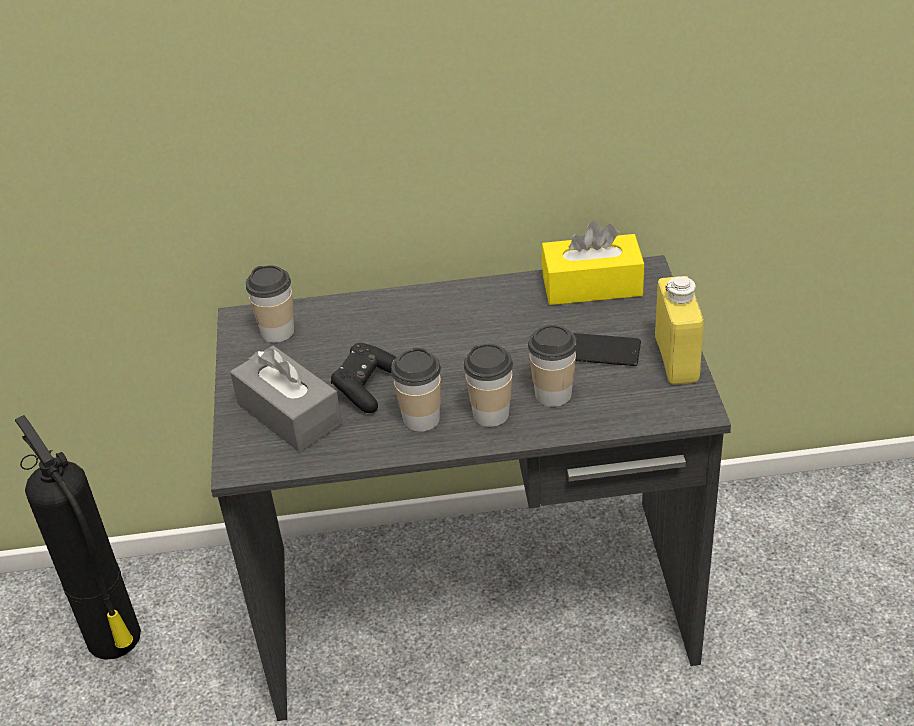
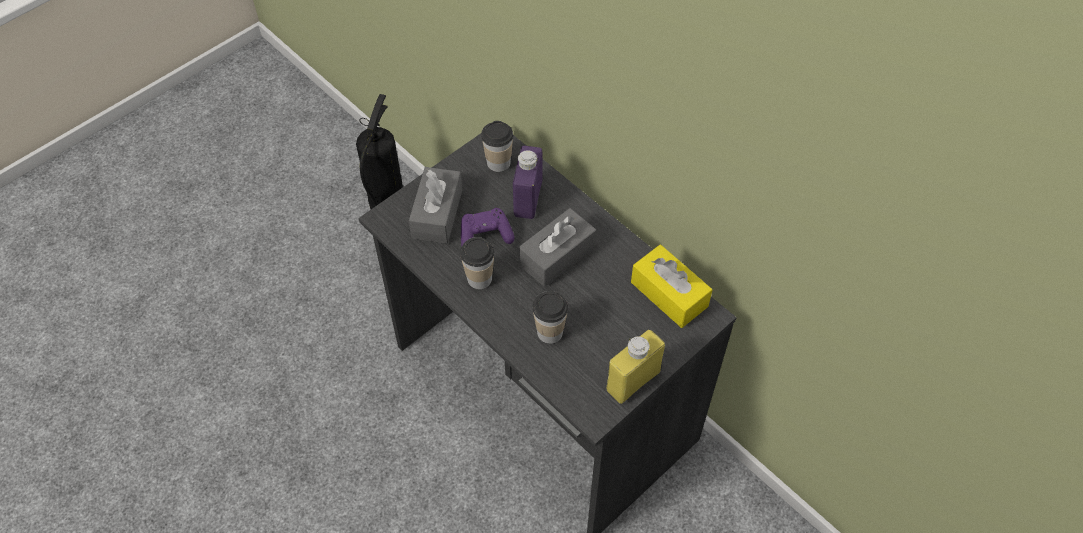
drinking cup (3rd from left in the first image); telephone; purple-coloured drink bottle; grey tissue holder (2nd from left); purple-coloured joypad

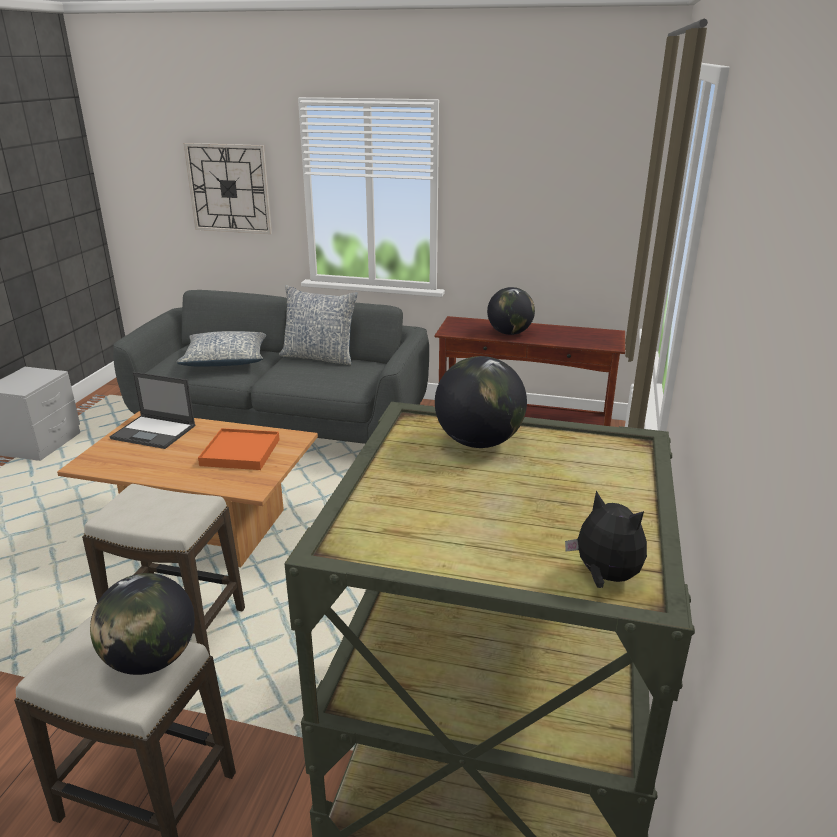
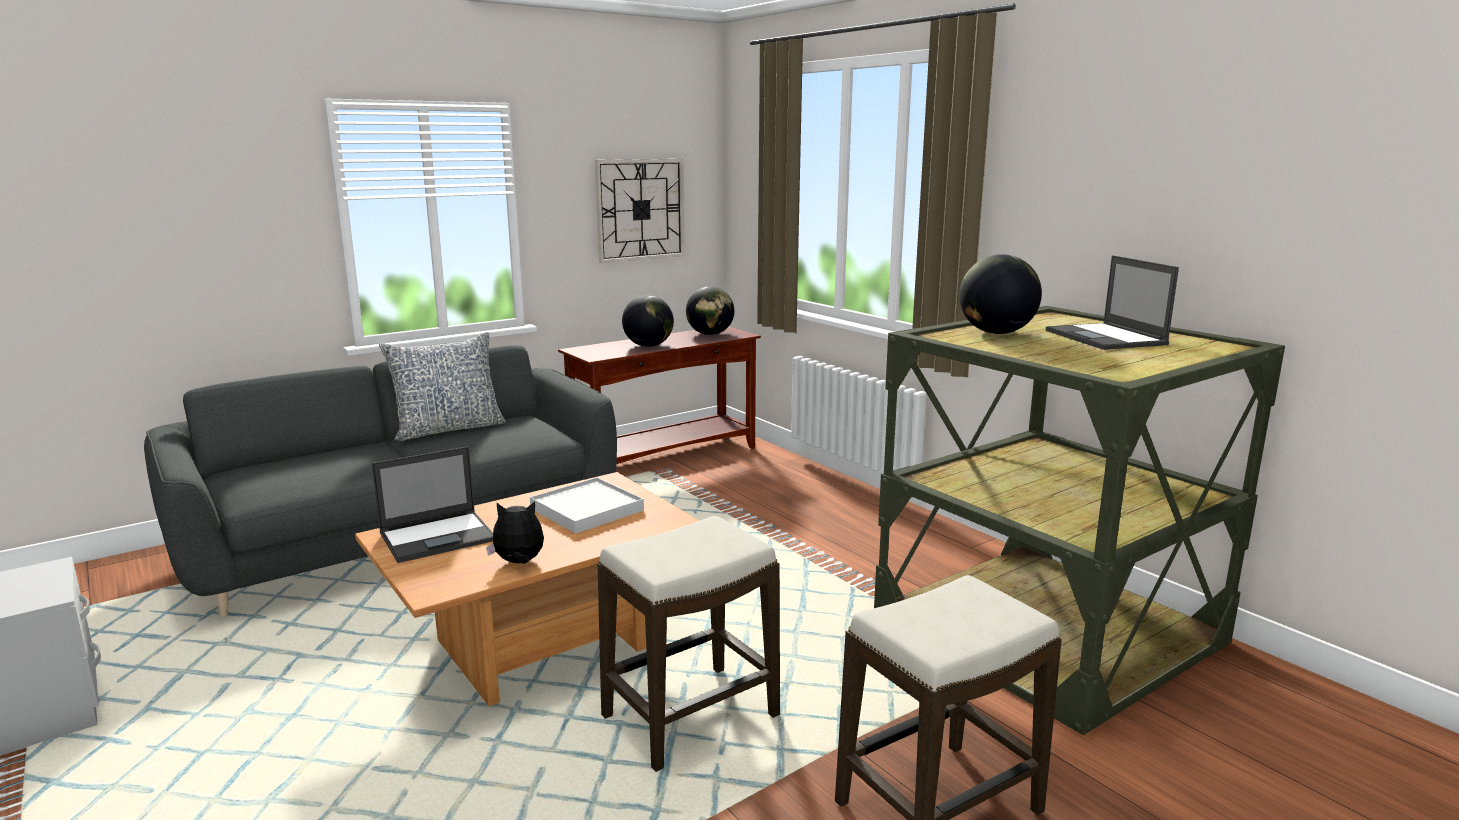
cushion (1st from left in the first image); portable computer (2nd from left); desk globe (2nd from left); hanging clock; plush toy; whitish serving tray

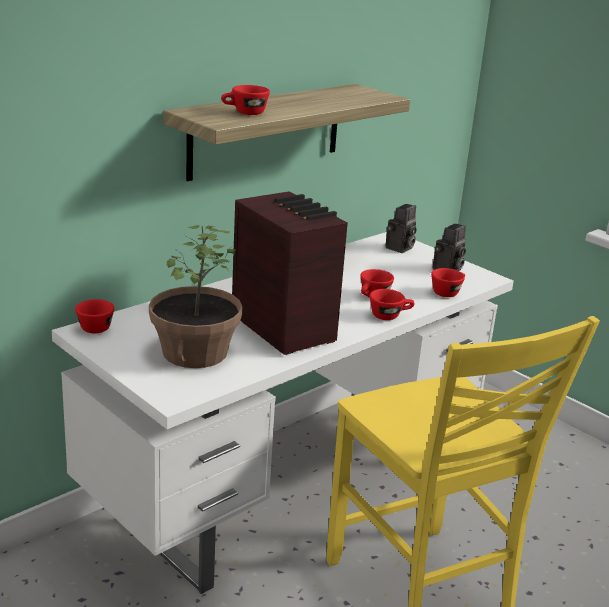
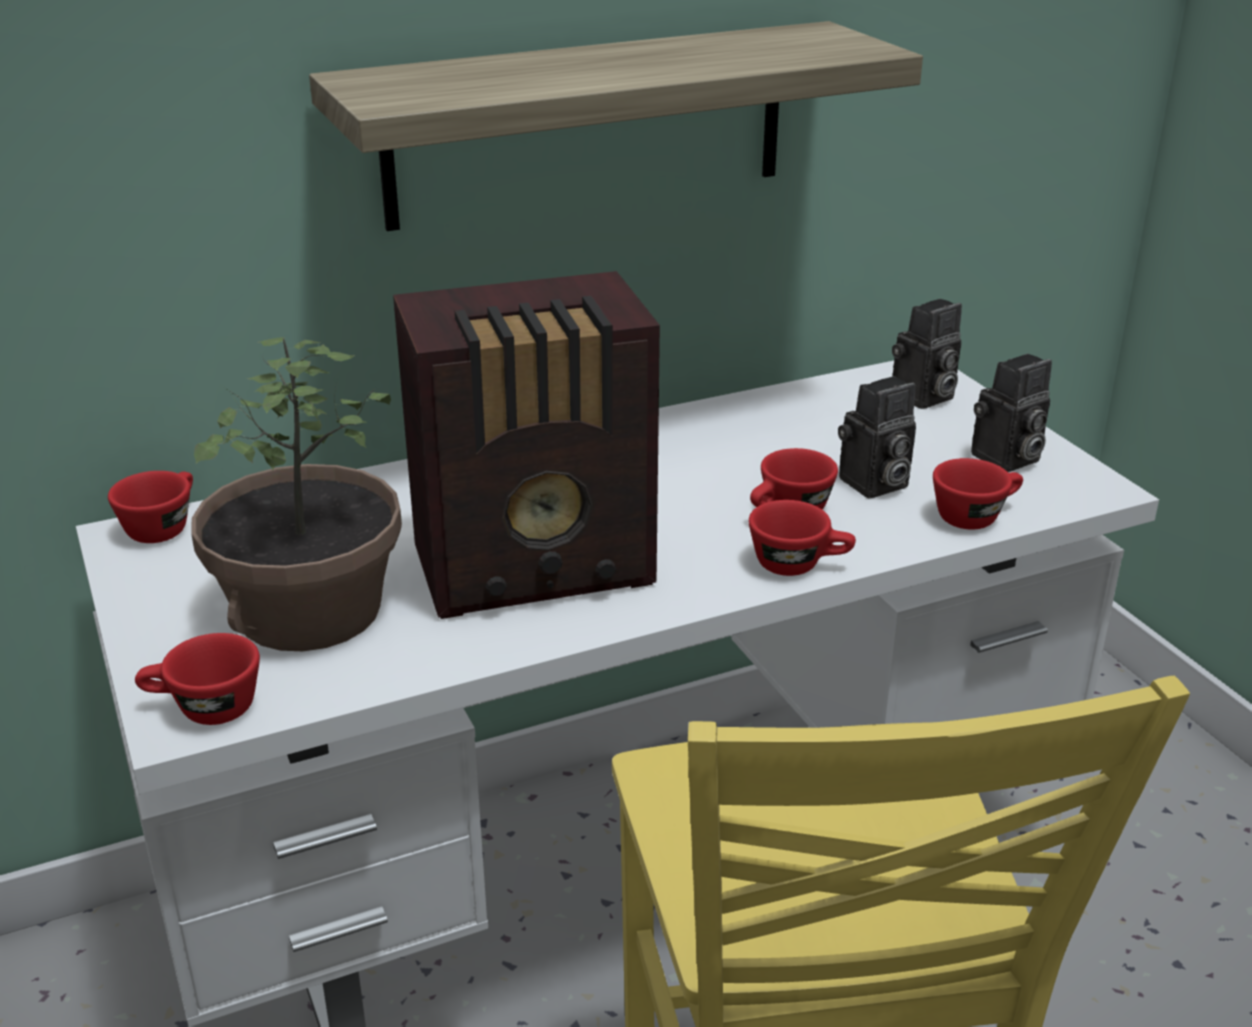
photo camera (1st from left); red-coloured drinking cup (2nd from left); radio receiver

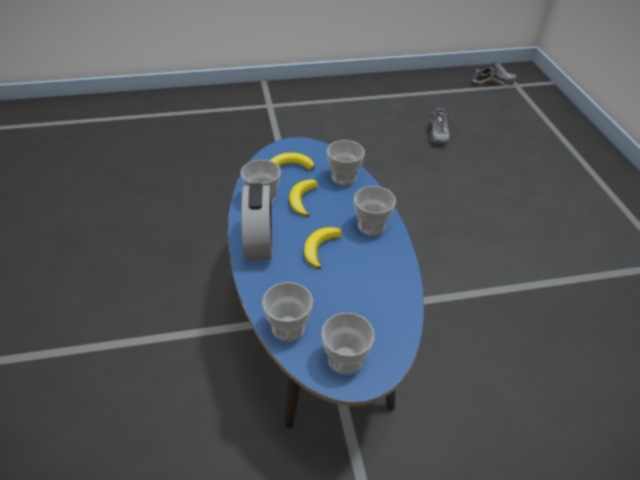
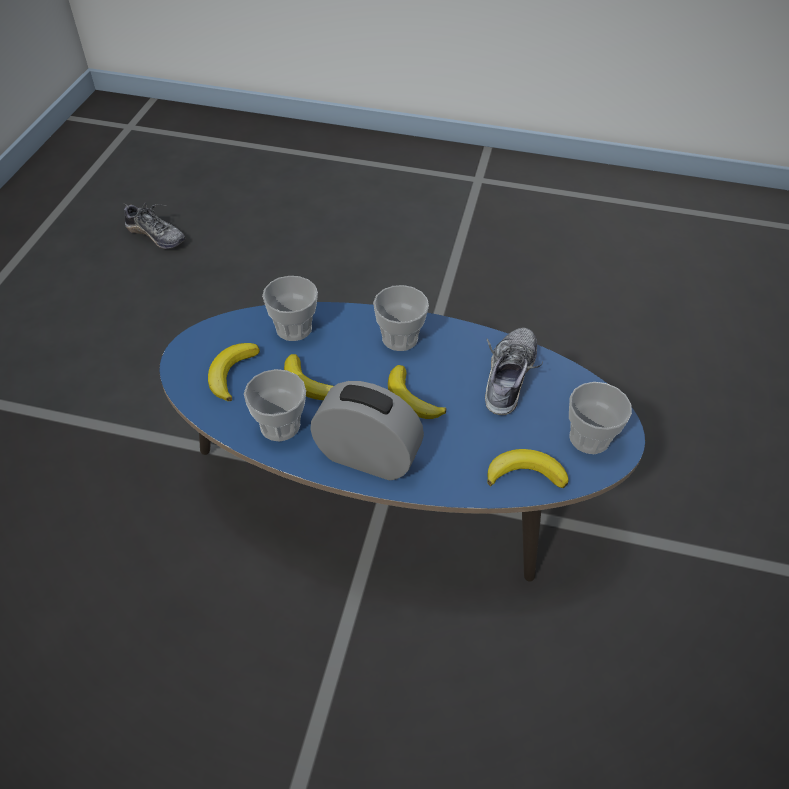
item of footwear (2nd from left); whole banana (4th from left)

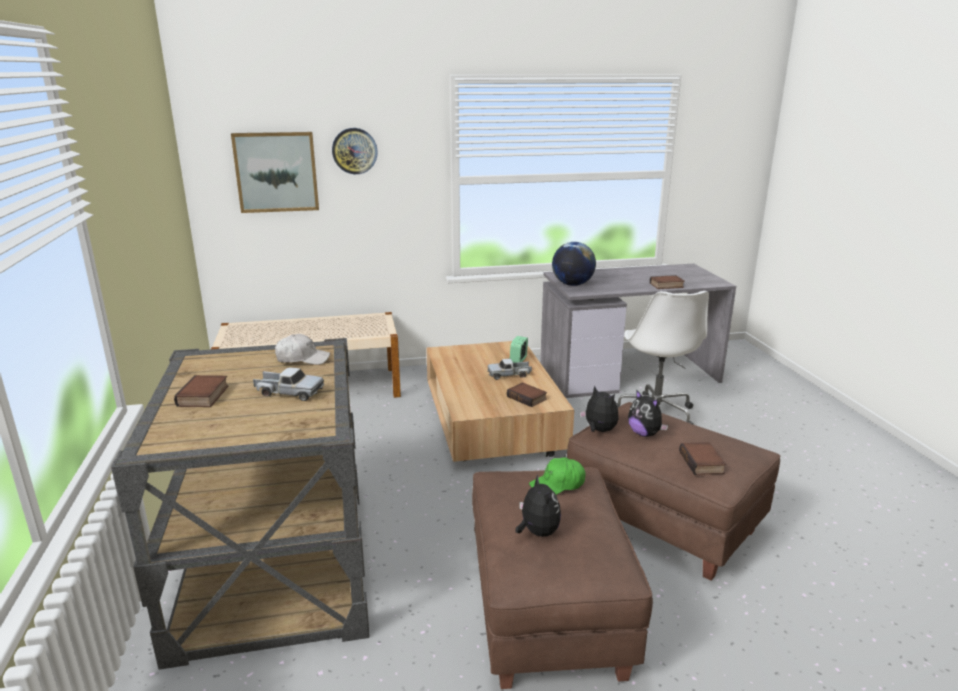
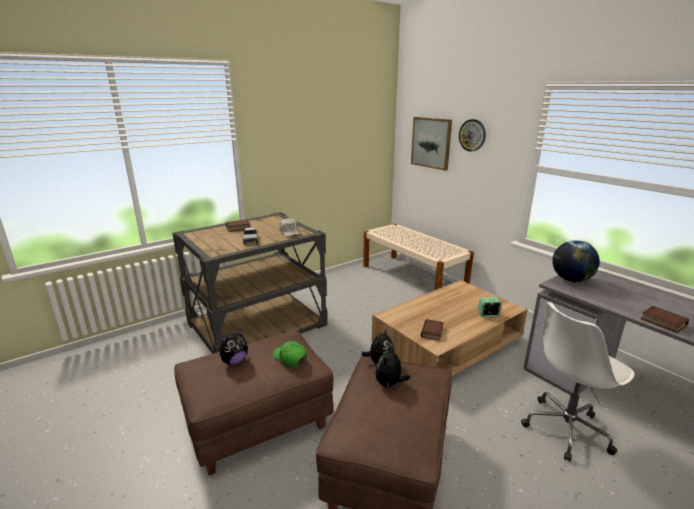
toy lorry (2nd from left in the first image); book (4th from left in the first image)

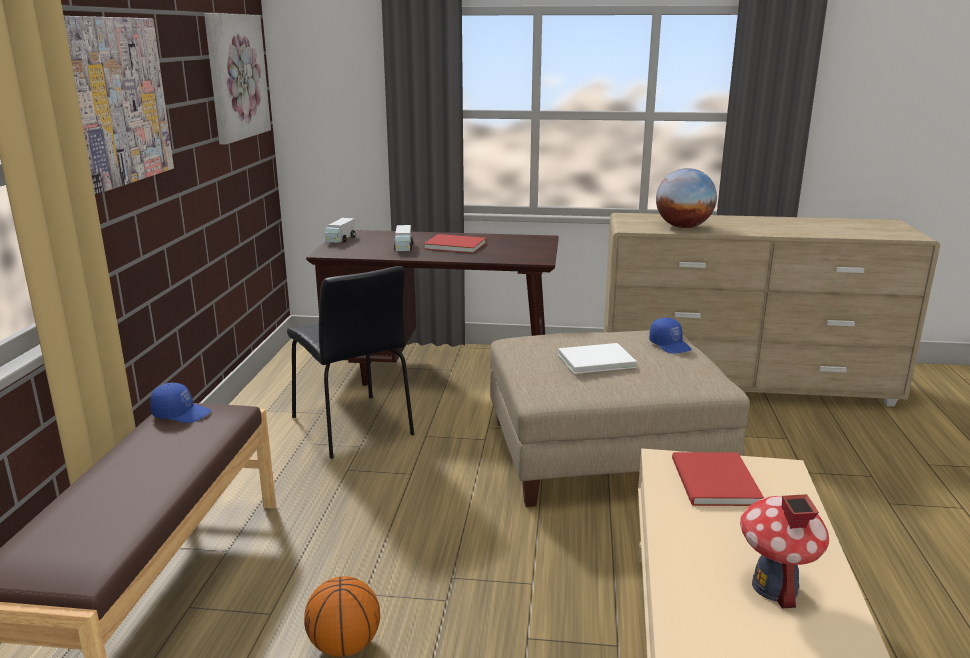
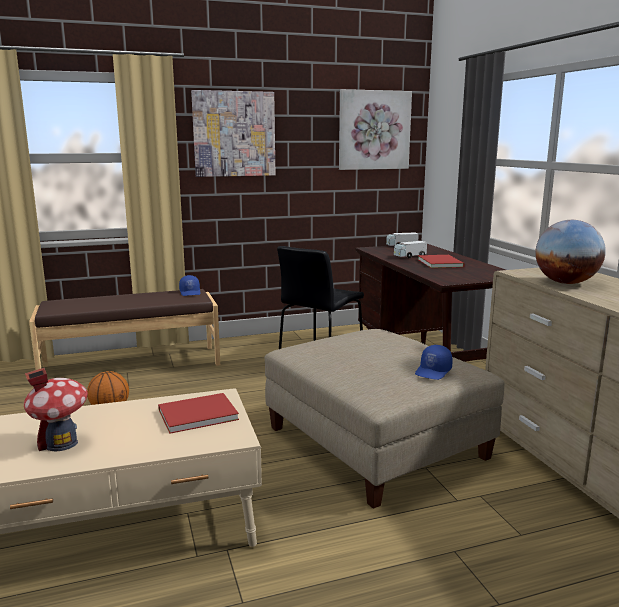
whitish book

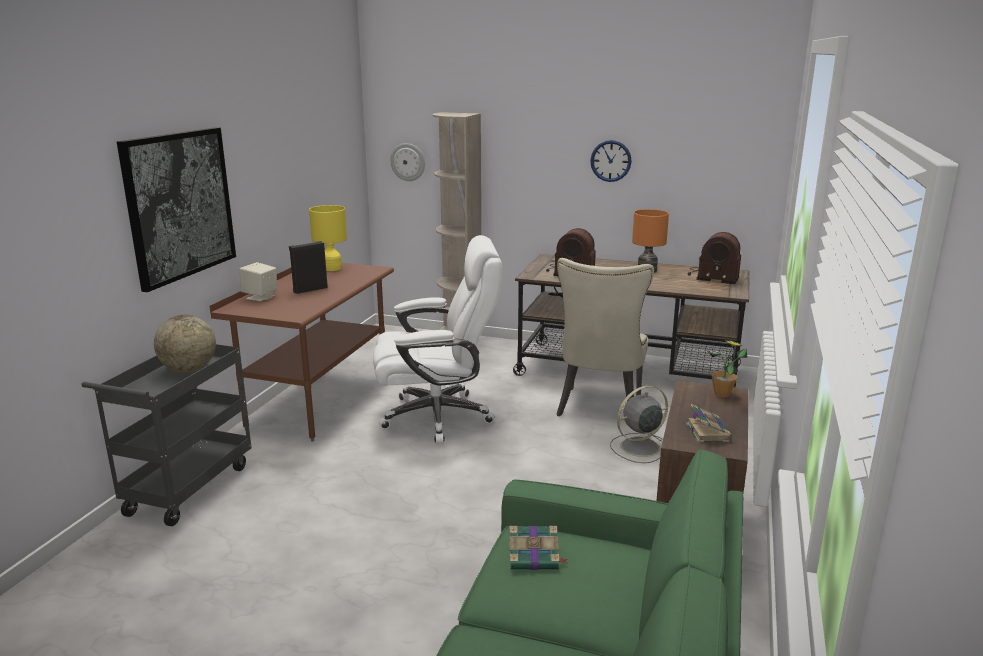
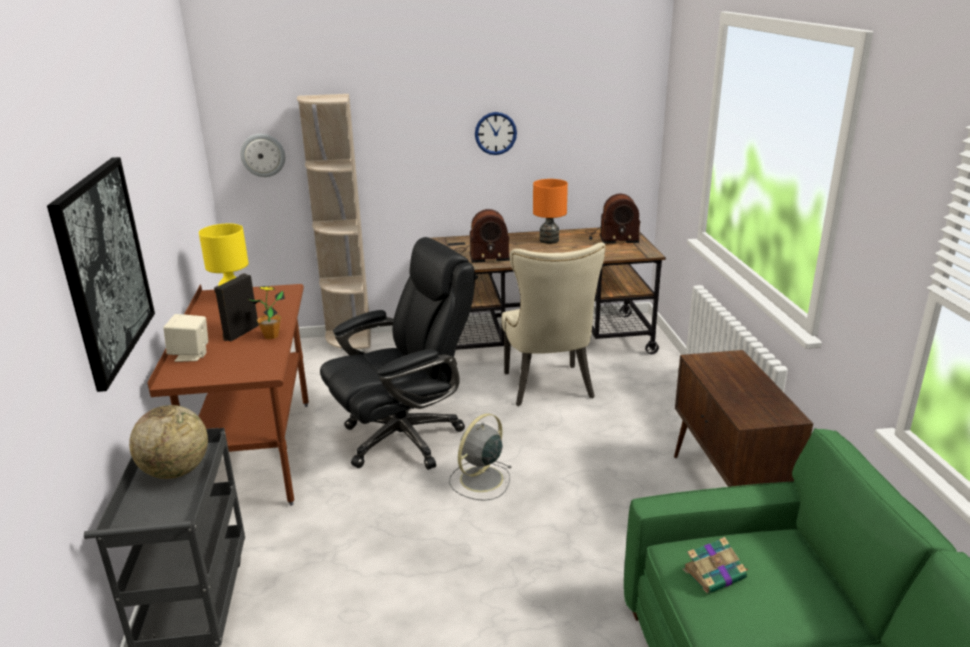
book (2nd from left in the first image); grey cooling fan; potted plant; black-coloured desk chair

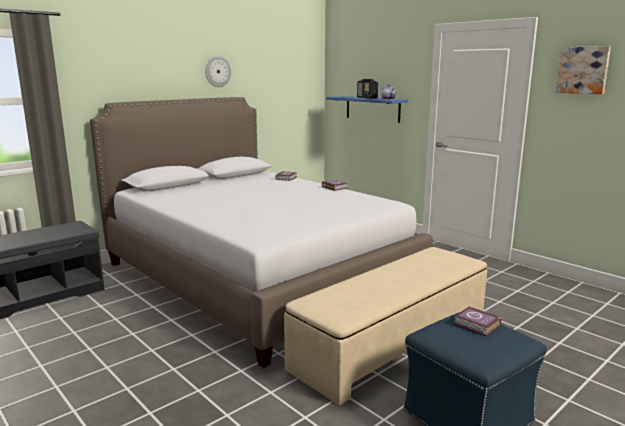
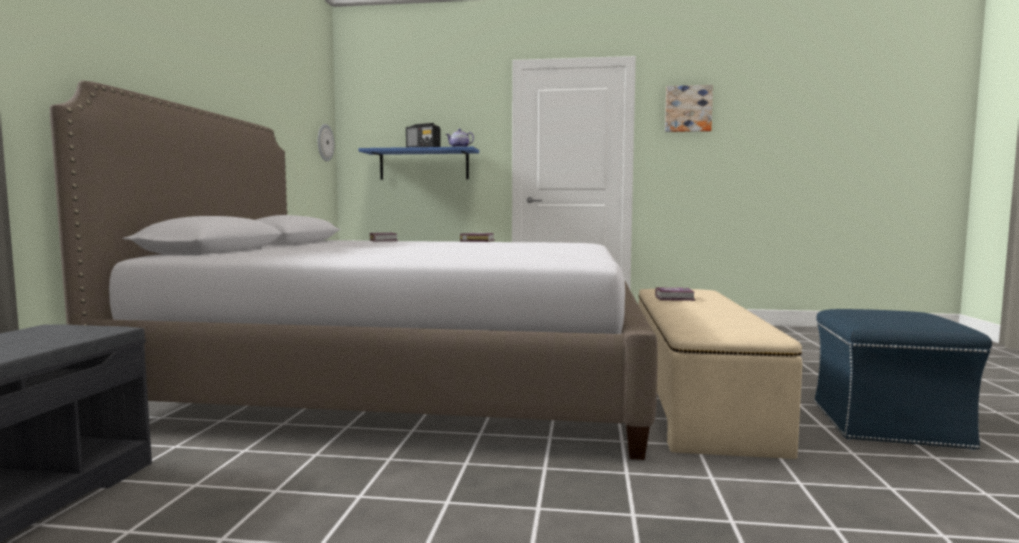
hanging clock; book (3rd from left)

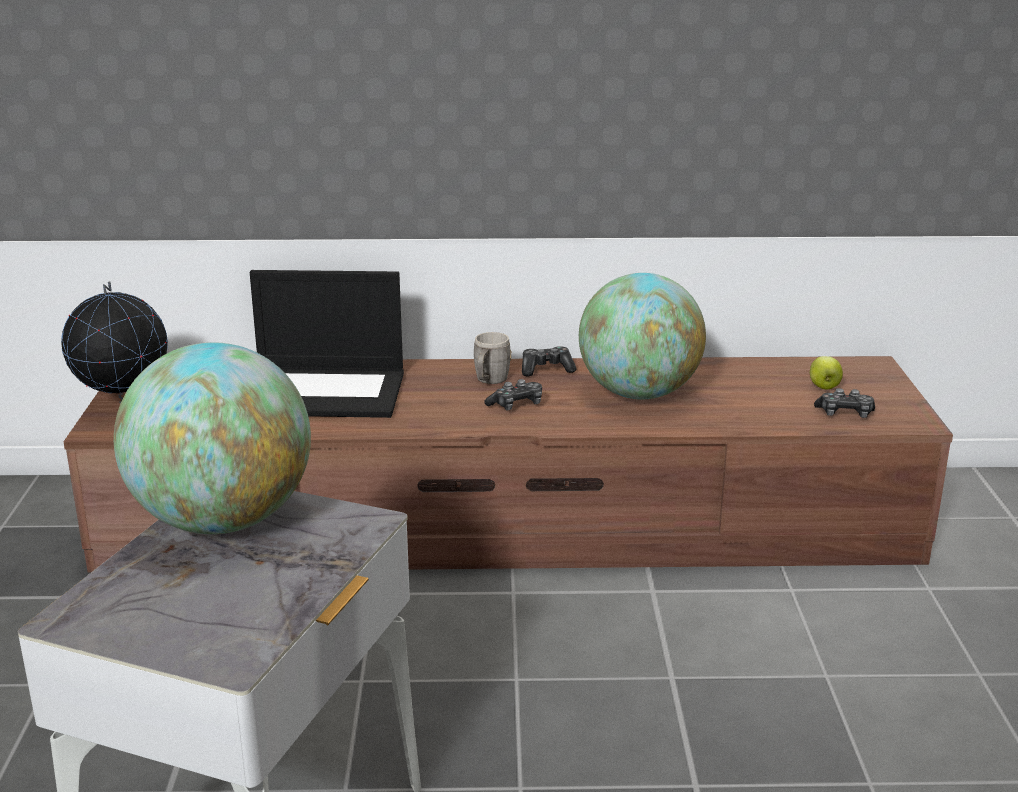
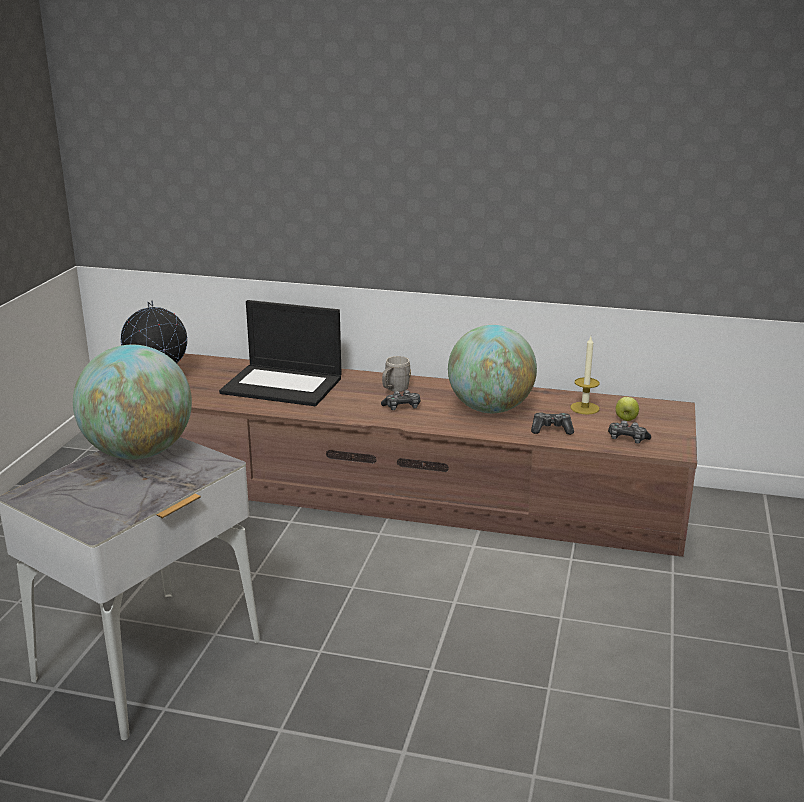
candle; joypad (2nd from left)

